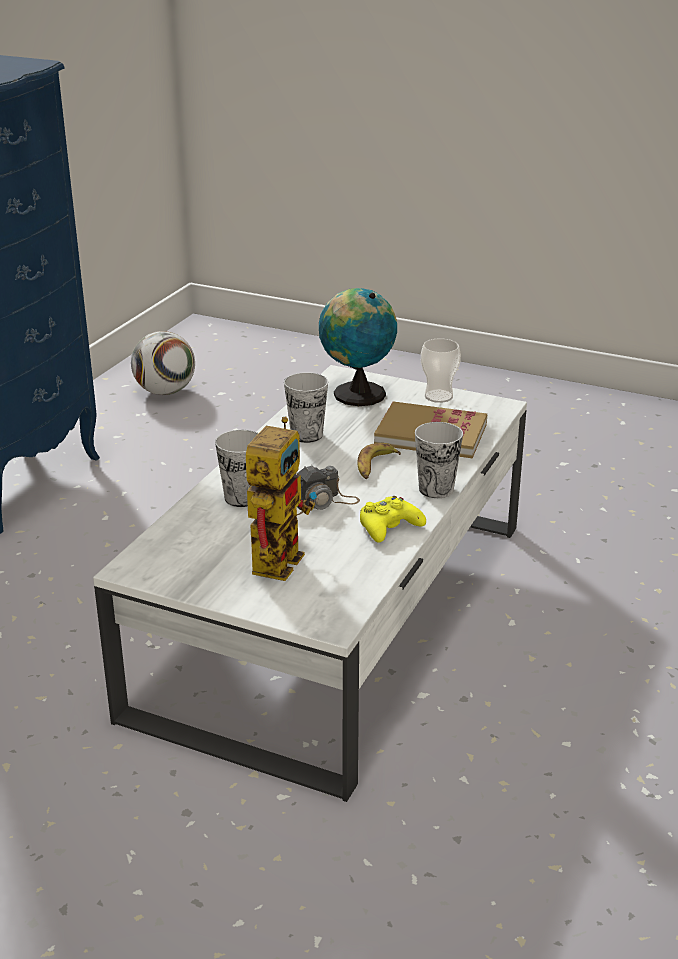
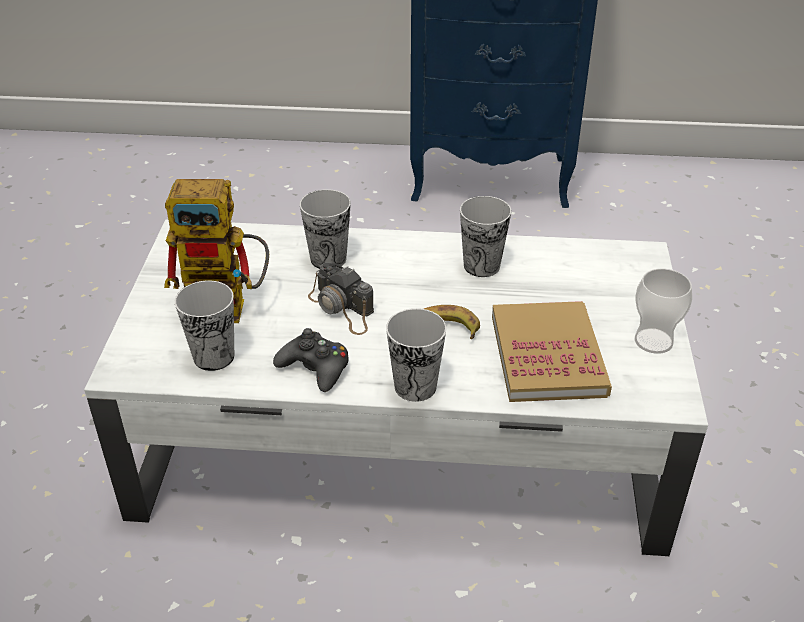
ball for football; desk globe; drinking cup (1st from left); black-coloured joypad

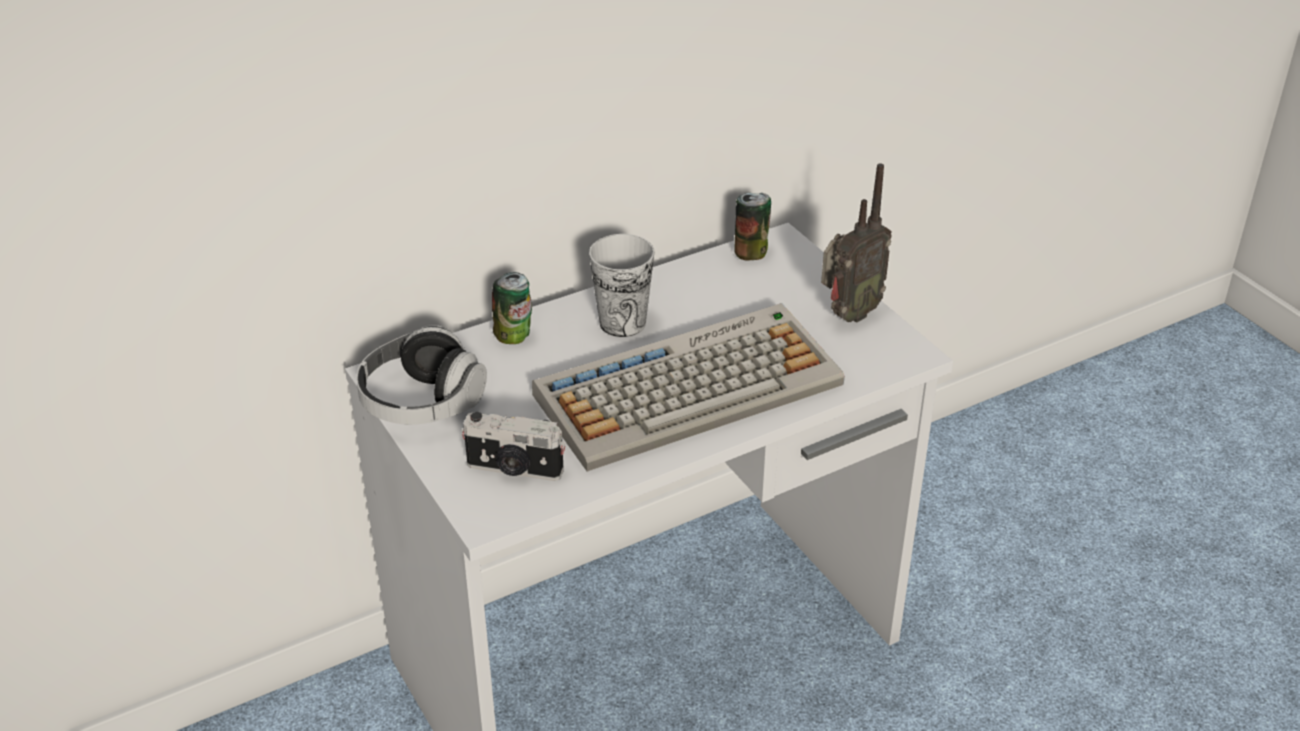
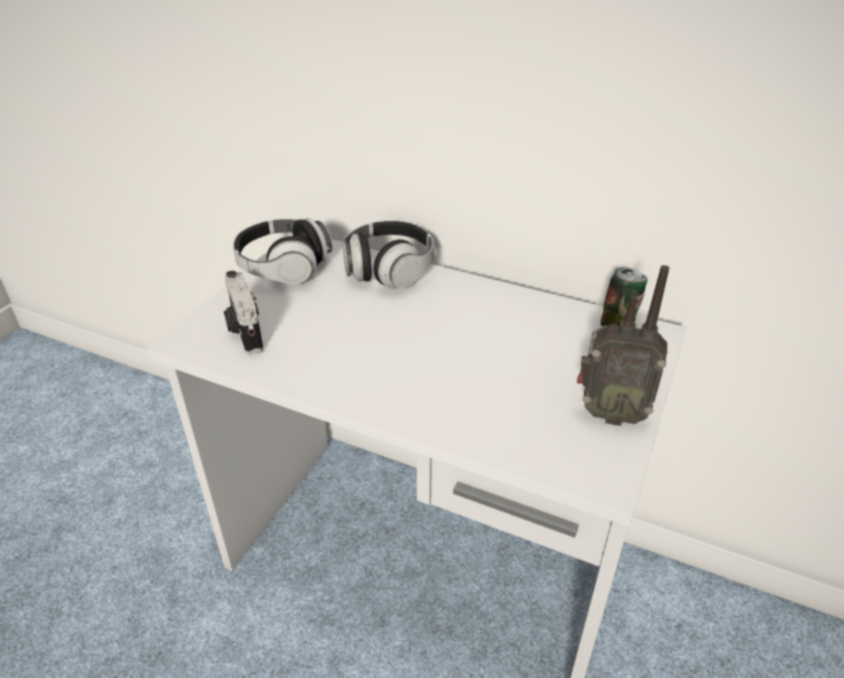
keyboard; drinking cup; pair of headphones (2nd from left)

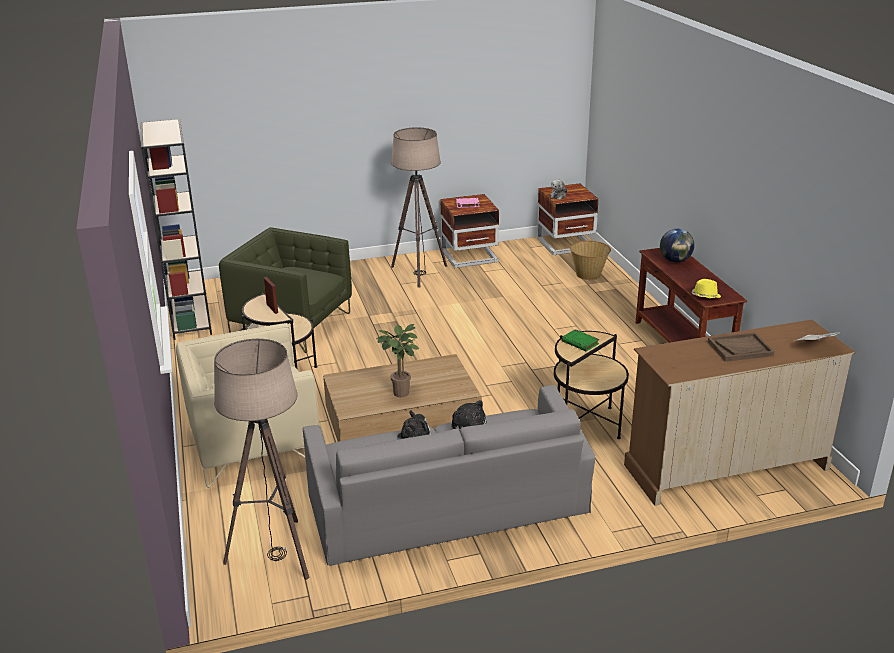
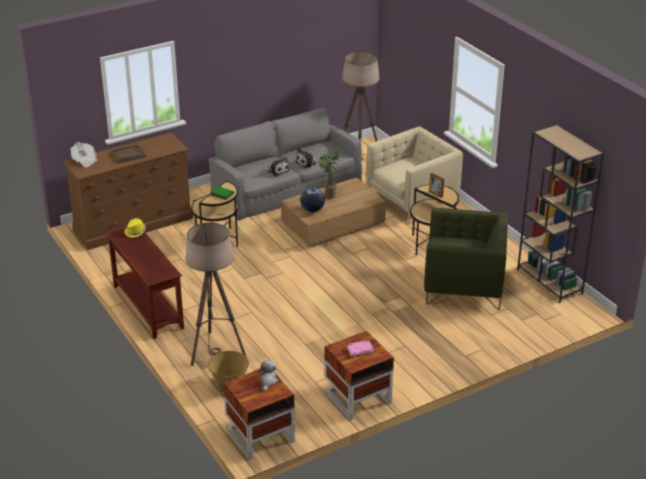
floor lamp (1st from left); desk globe

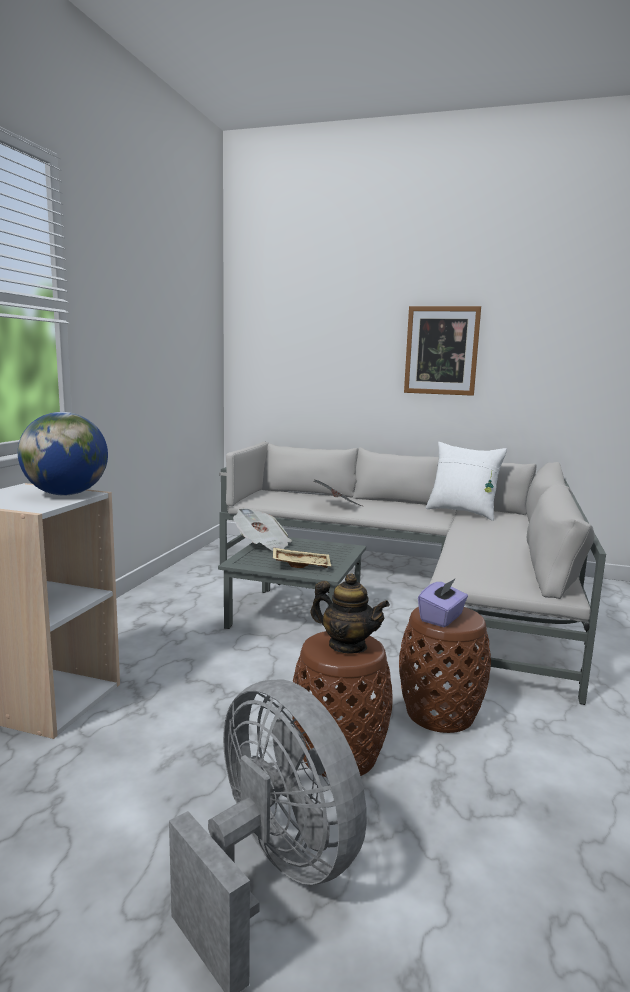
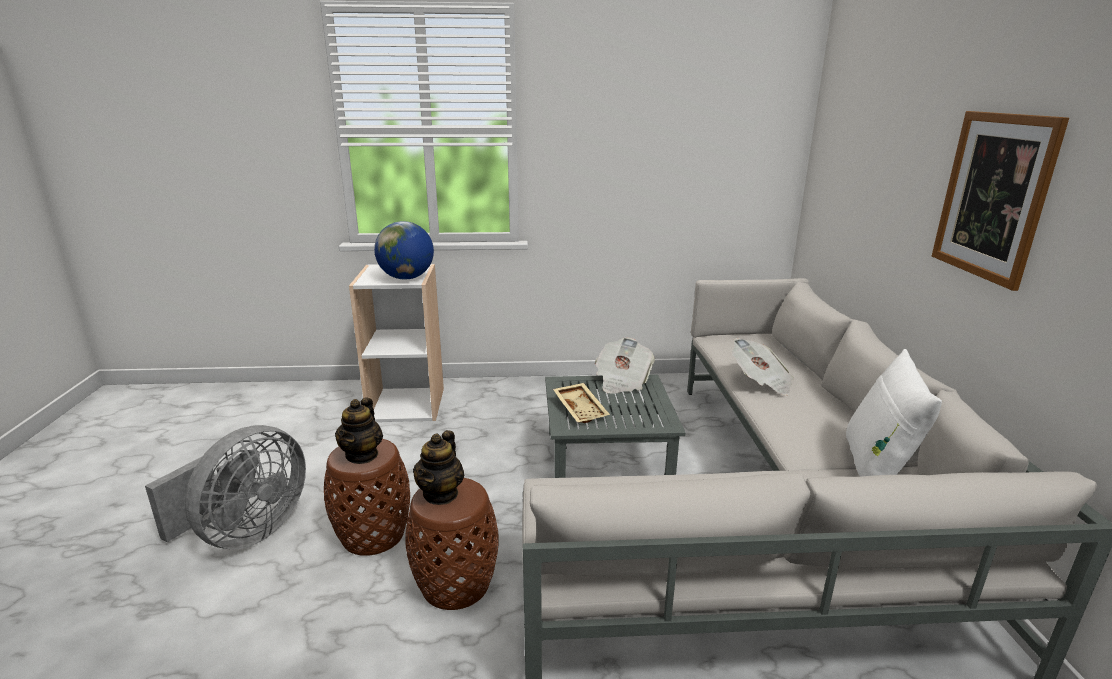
teapot (2nd from left)

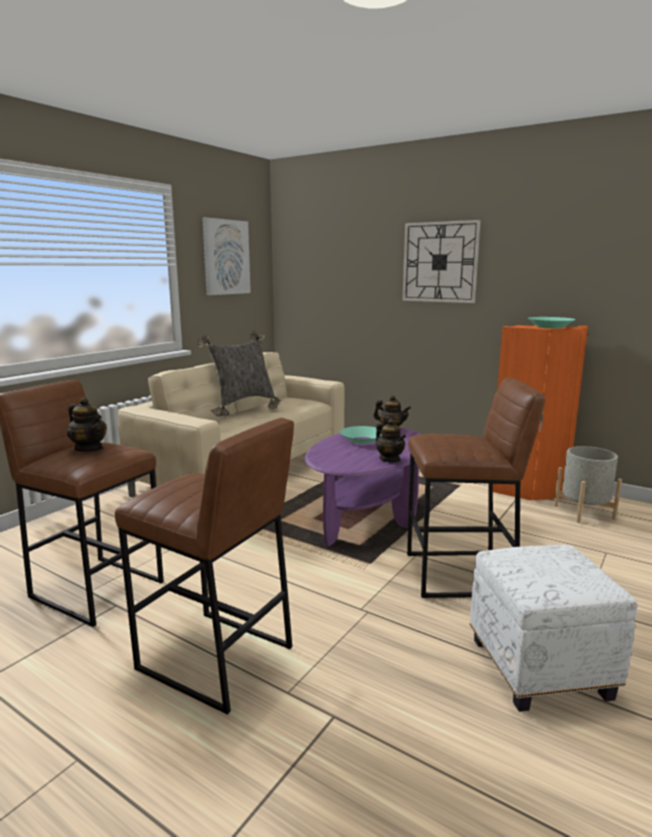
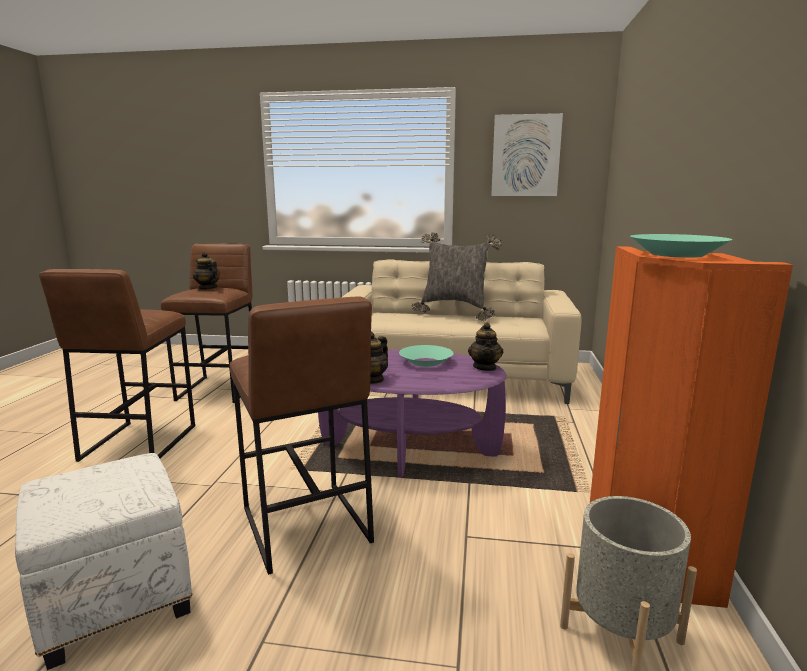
hanging clock; teapot (1st from left)

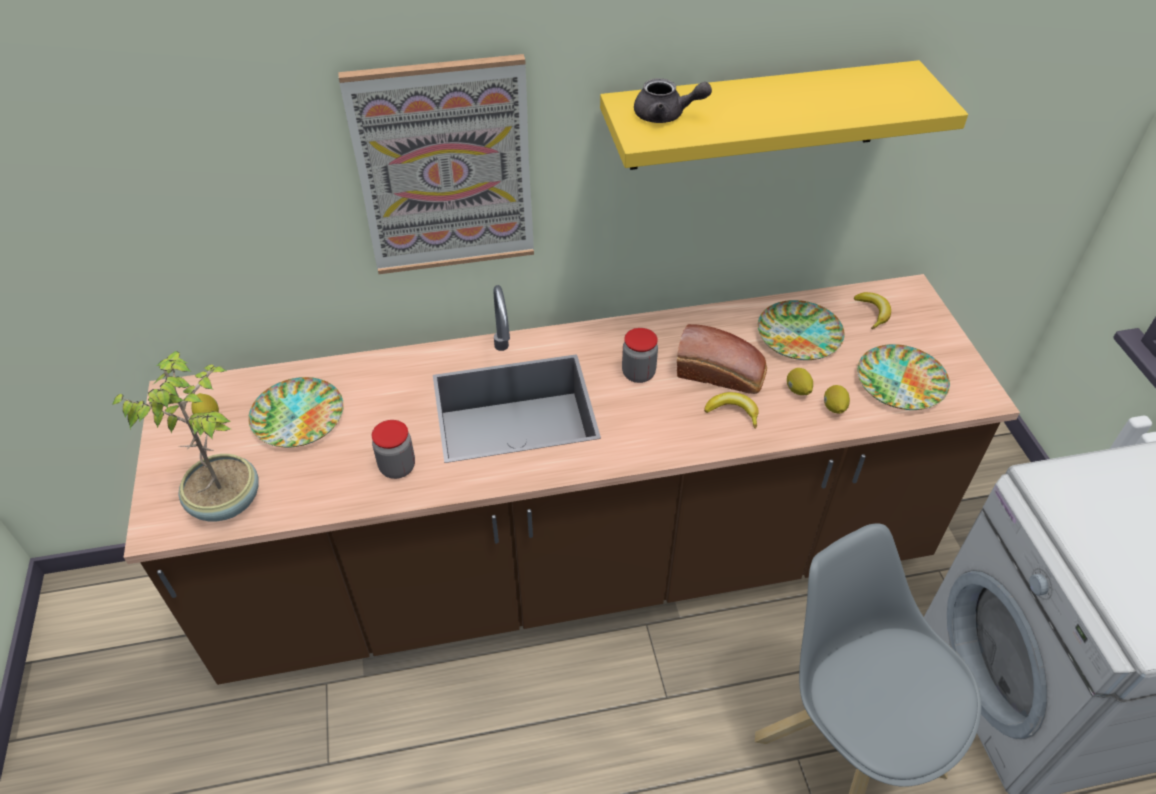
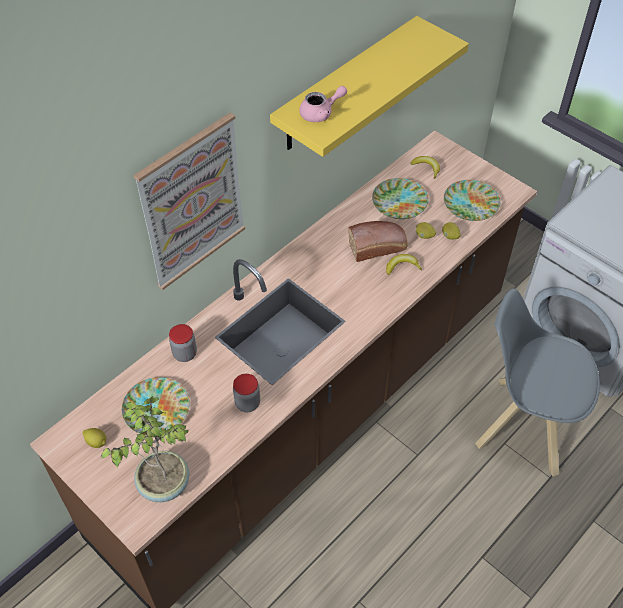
storage jar (1st from left); pinkish teapot

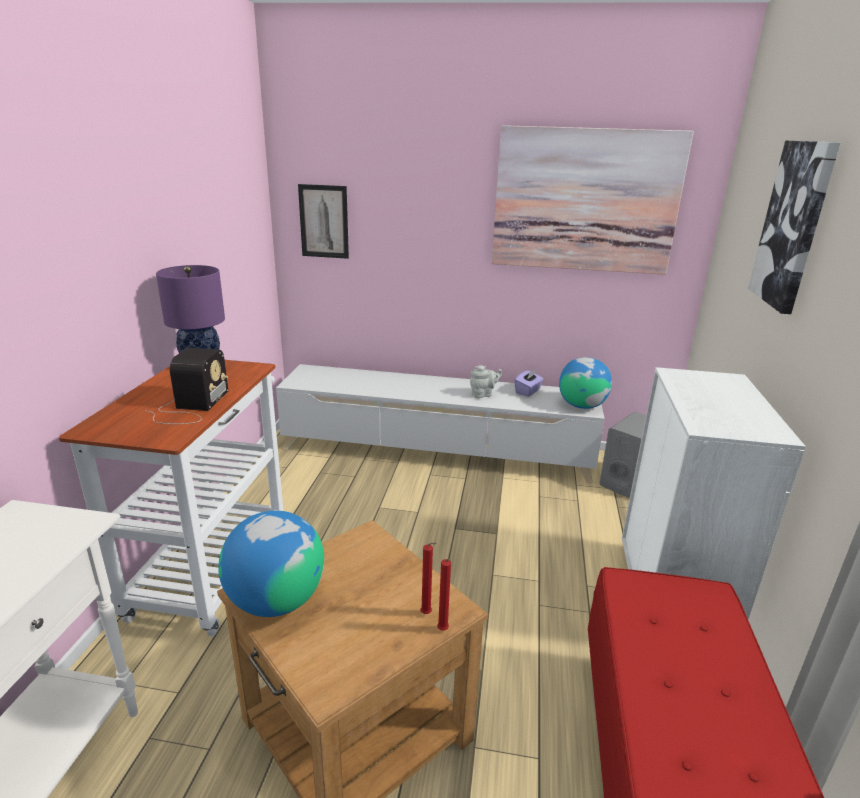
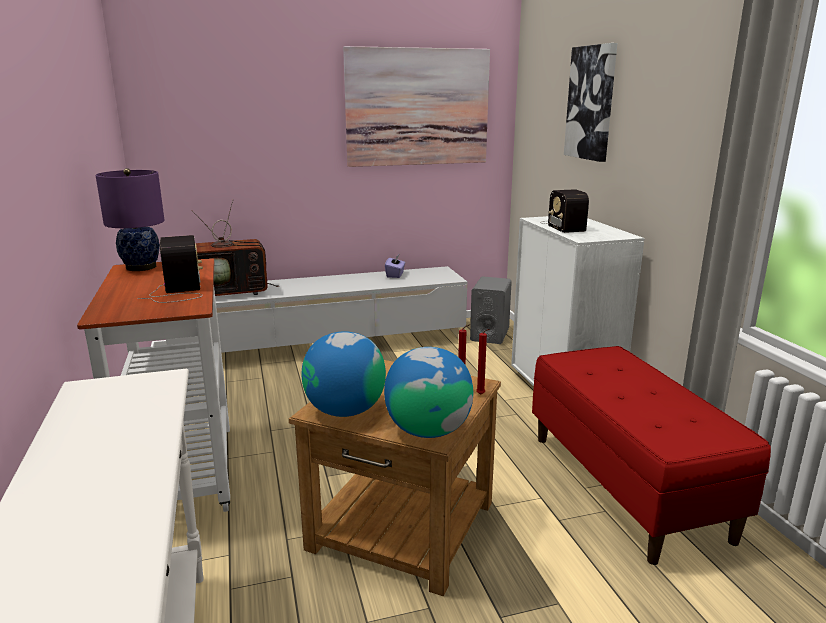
wall art (1st from left in the first image); grey teapot; TV set; radio receiver (2nd from left); desk globe (2nd from left)

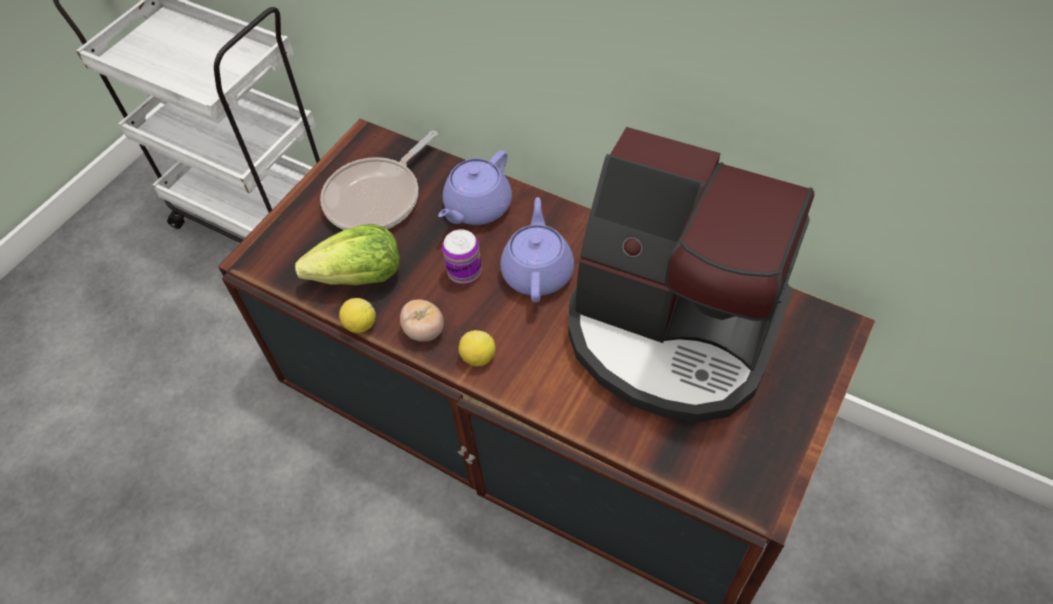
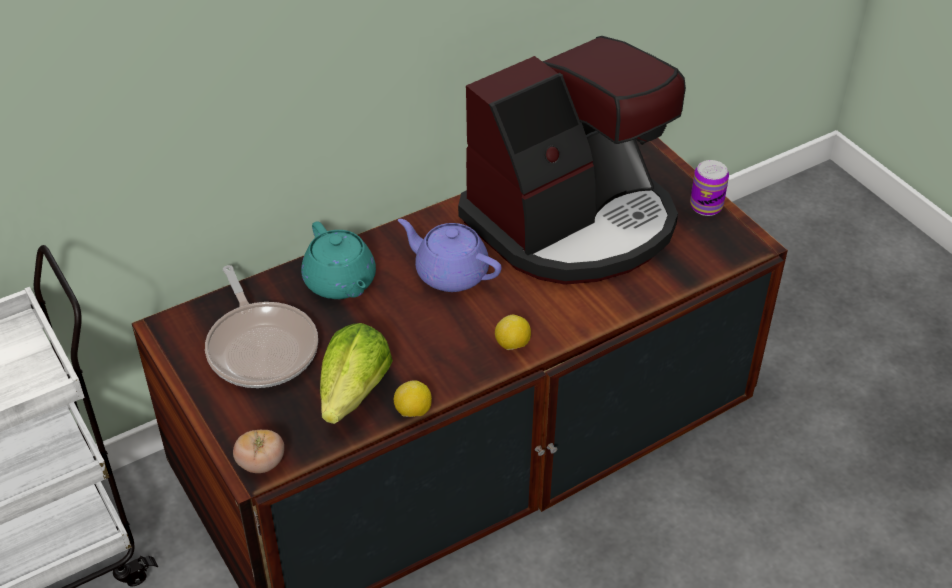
whole tomato; sealed can; turquoise-coloured teapot

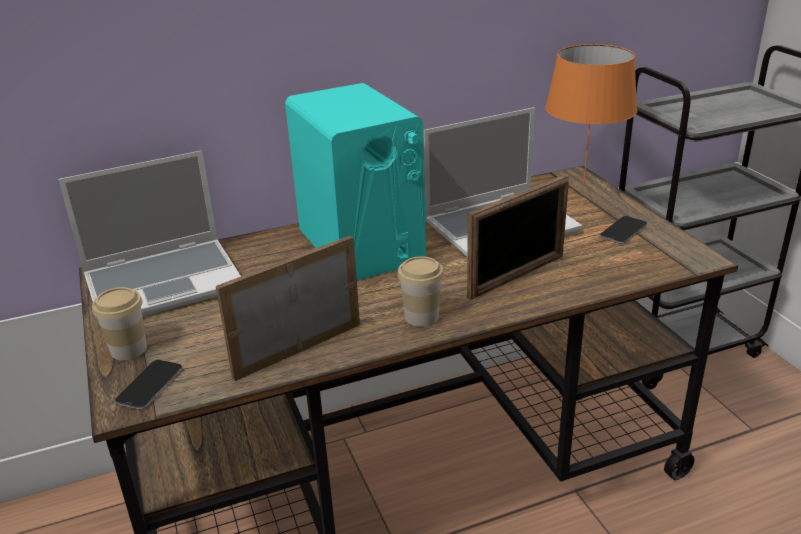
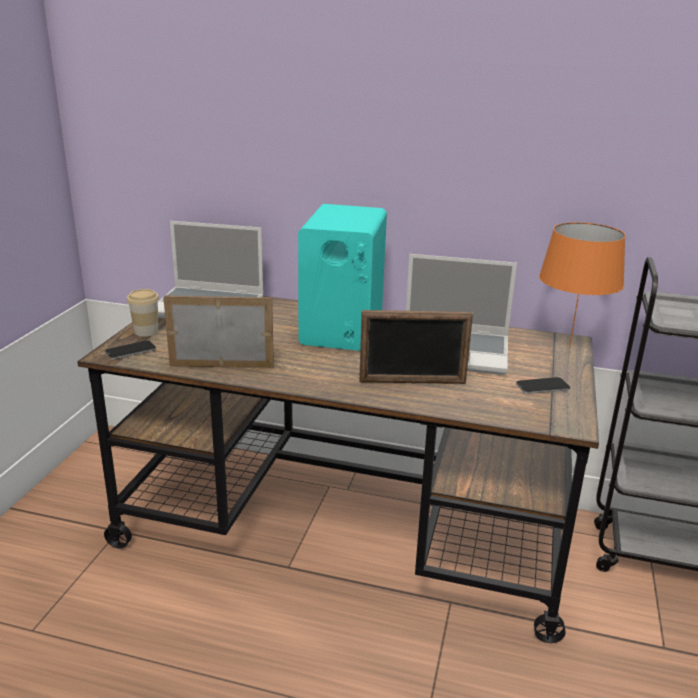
drinking cup (2nd from left in the first image)

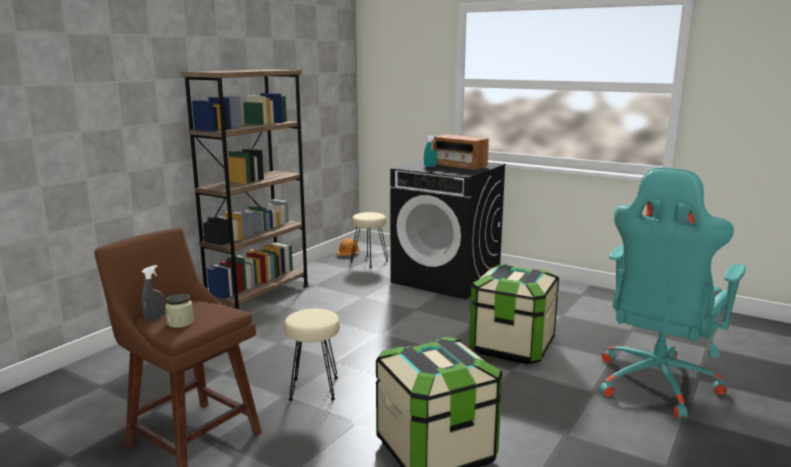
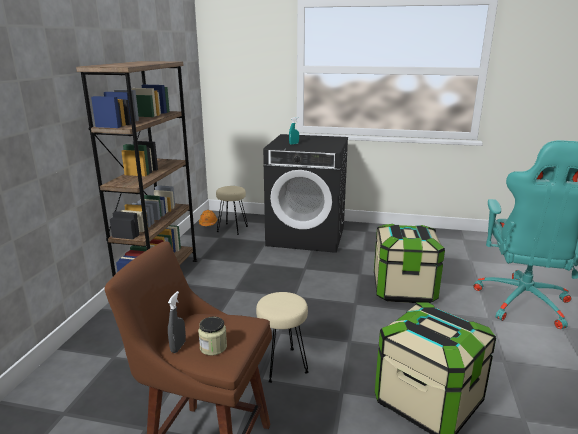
radio receiver

